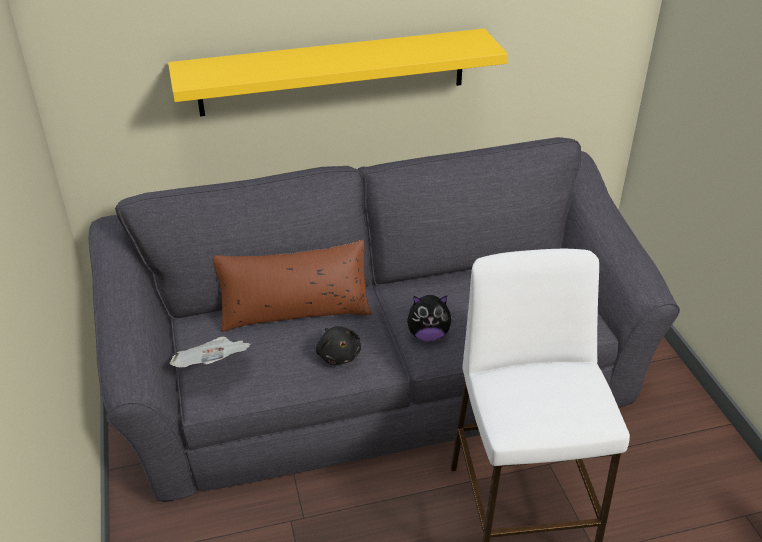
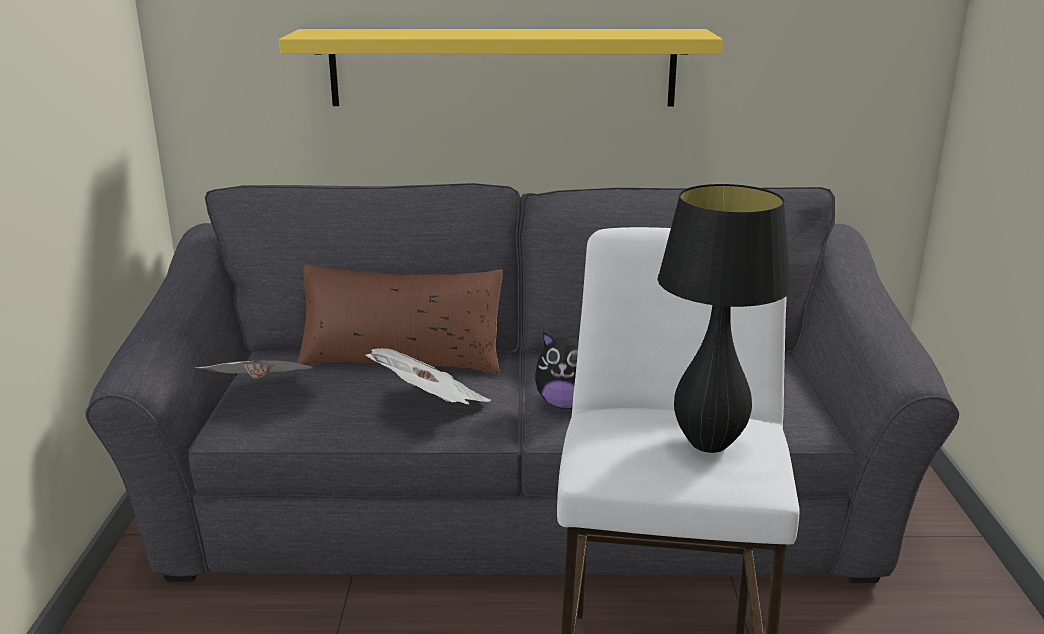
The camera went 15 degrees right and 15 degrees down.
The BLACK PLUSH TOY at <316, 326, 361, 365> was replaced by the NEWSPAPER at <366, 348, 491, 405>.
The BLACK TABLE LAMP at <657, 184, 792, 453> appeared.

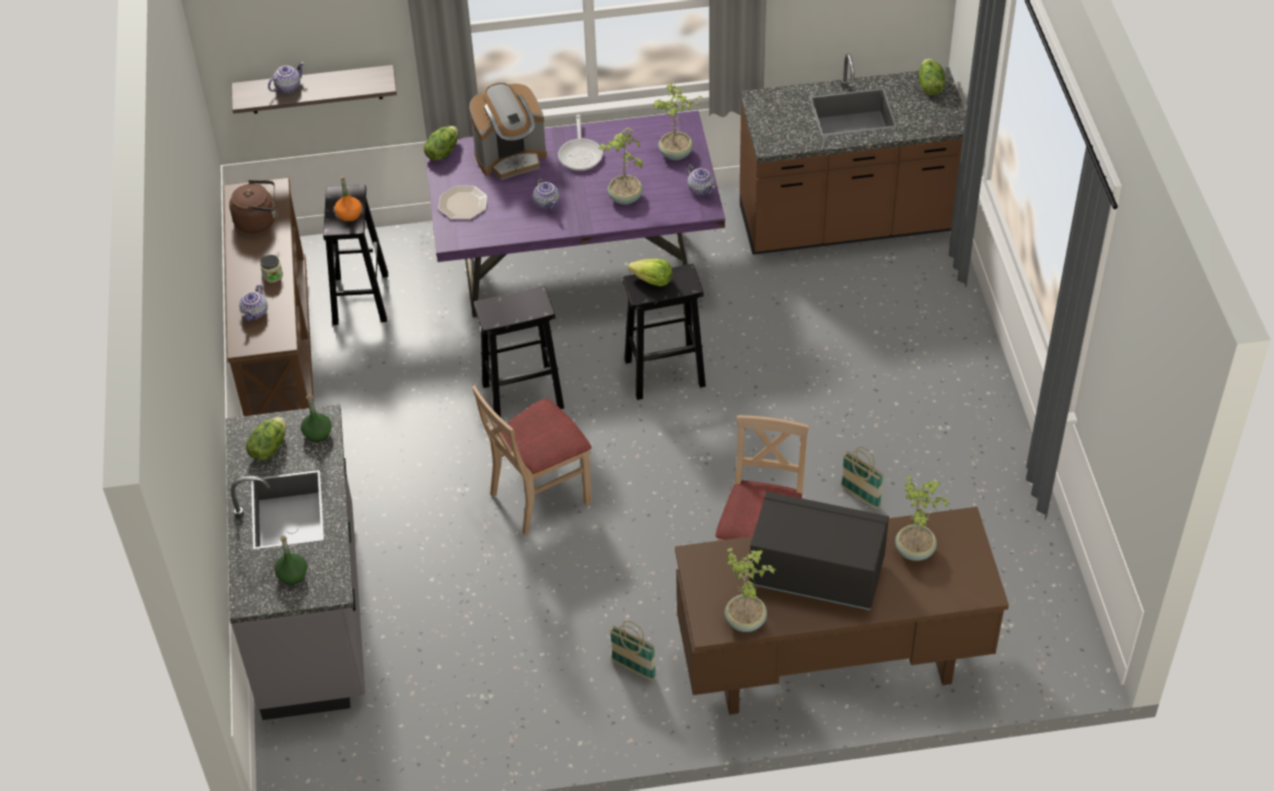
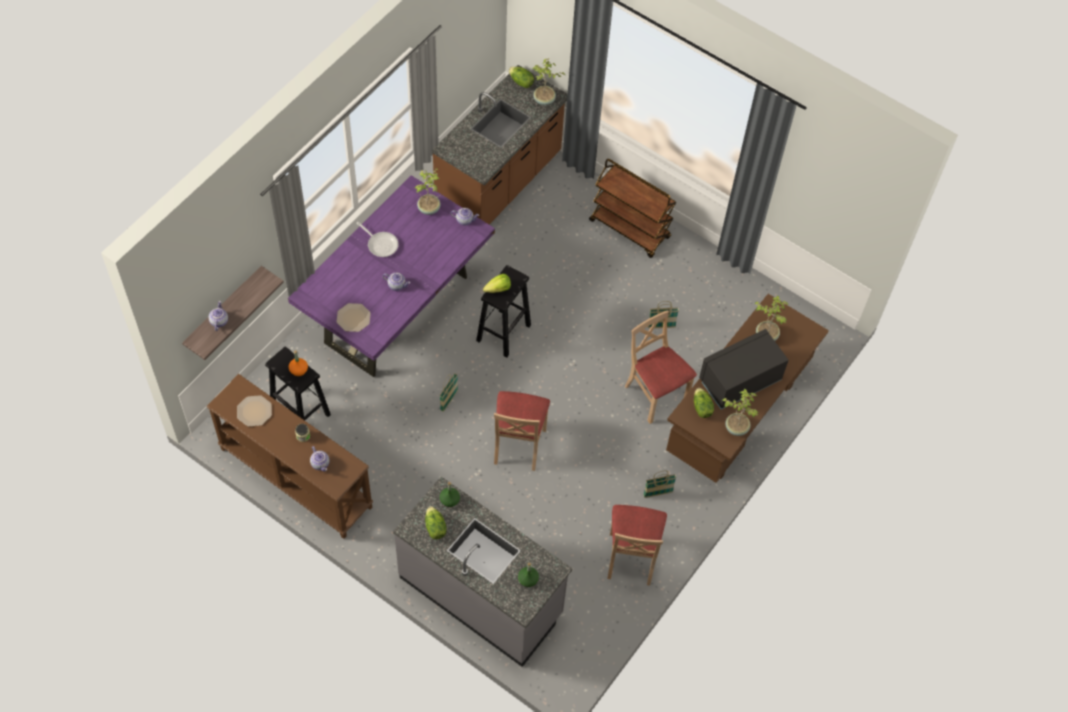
The camera went 50 degrees left and 10 degrees up.
The COFFEE MACHINE at <469, 83, 547, 180> disappeared.
The LETTUCE moved from <424, 126, 458, 161> to <694, 388, 714, 418>.
The POTTED PLANT moved from <599, 127, 643, 205> to <533, 58, 565, 105>.
The BROWN KETTLE at <229, 180, 275, 233> was replaced by the PLATE at <237, 395, 272, 427>.
The BLACK STOOL at <474, 286, 564, 418> was replaced by the BASKET at <440, 373, 458, 412>.
The BROWN CART at <589, 159, 676, 258> appeared.
The BEIGE CHAIR at <607, 505, 667, 585> appeared.

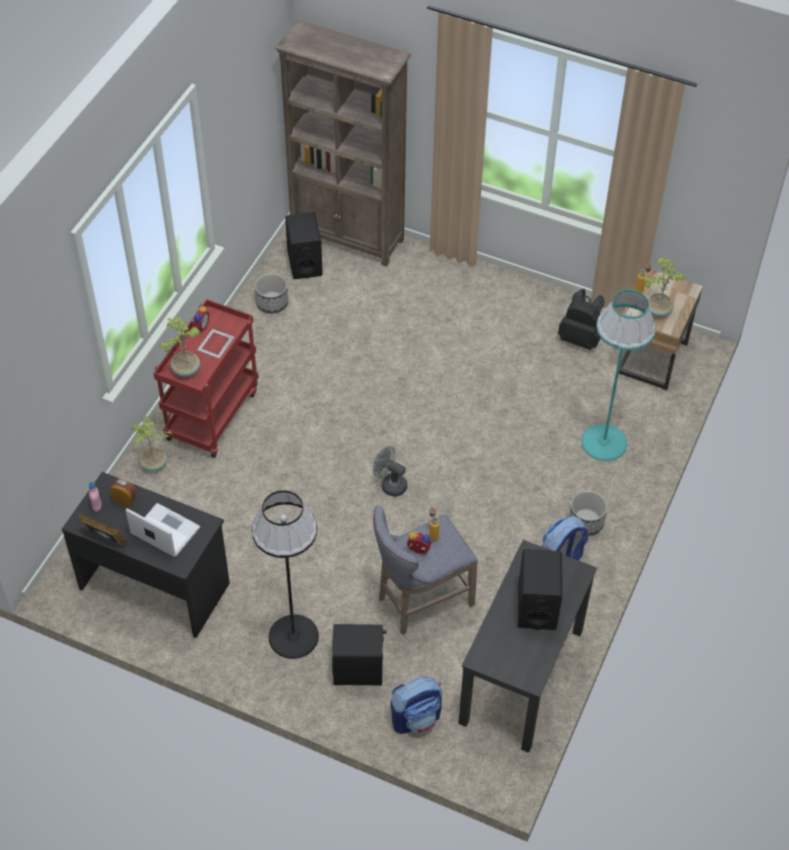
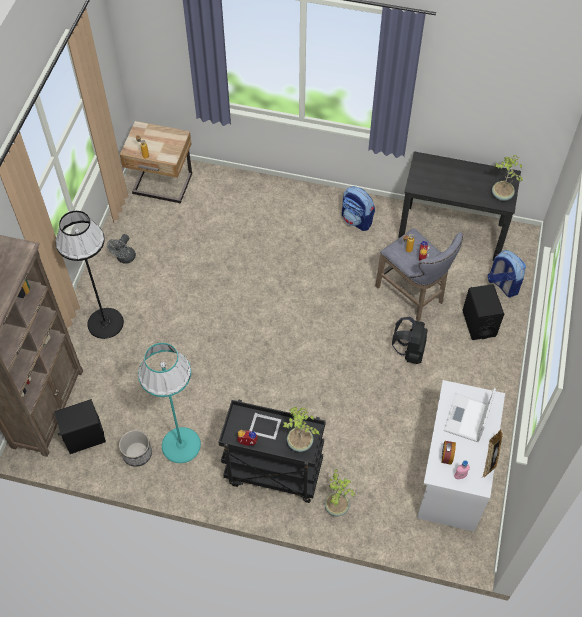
The camera went 100 degrees left and 5 degrees up.
The POTTED PLANT moved from <643, 257, 684, 317> to <492, 155, 523, 201>.
The BLACK BACKPACK moved from <558, 289, 605, 350> to <392, 317, 428, 364>.
The TURQUOISE FLOOR LAMP moved from <581, 290, 656, 461> to <138, 343, 201, 463>.
The RED CART at <154, 299, 259, 458> became the BLACK CART at <219, 399, 326, 503>.
The GREY FAN moved from <373, 446, 407, 497> to <107, 234, 136, 264>.
The BLACK DESK at <62, 472, 230, 638> became the WHITE DESK at <417, 380, 505, 532>.
The BLACK FLOOR LAMP moved from <252, 490, 319, 659> to <56, 211, 124, 339>.
The PLANTER at <569, 491, 607, 536> disappeared.
The BLACK SPEAKER at <518, 549, 562, 630> disappeared.

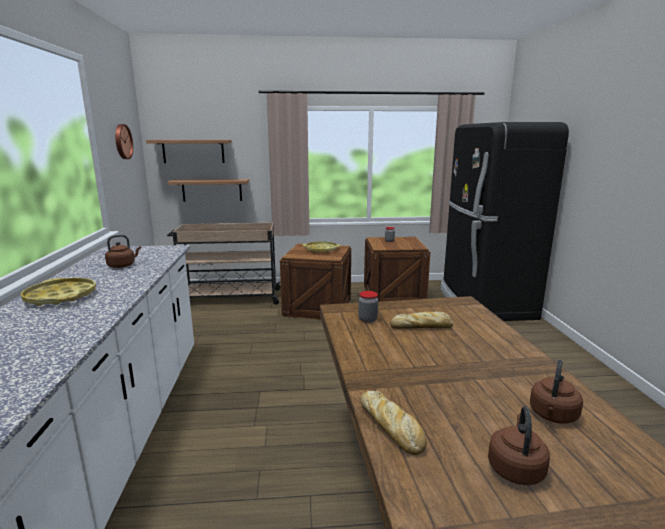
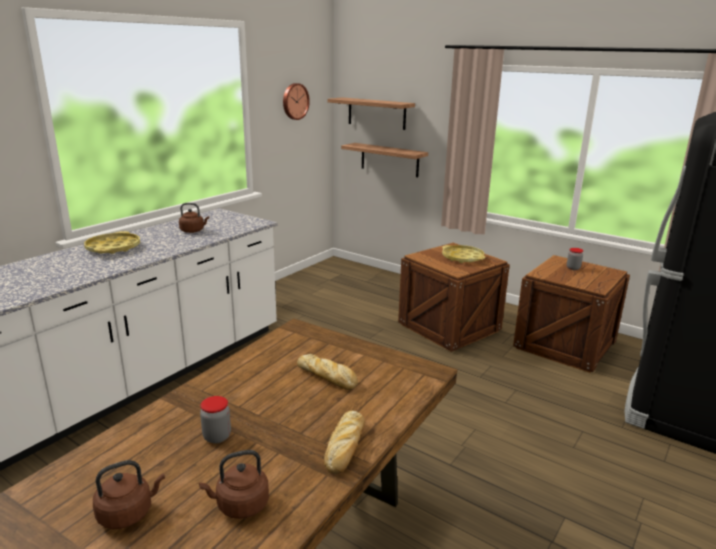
The camera went 40 degrees right and 5 degrees up.
The BEIGE CART at <167, 223, 281, 305> disappeared.
The JAR moved from <358, 291, 378, 323> to <200, 396, 231, 443>.
The BREAD moved from <360, 391, 427, 455> to <324, 411, 365, 474>.

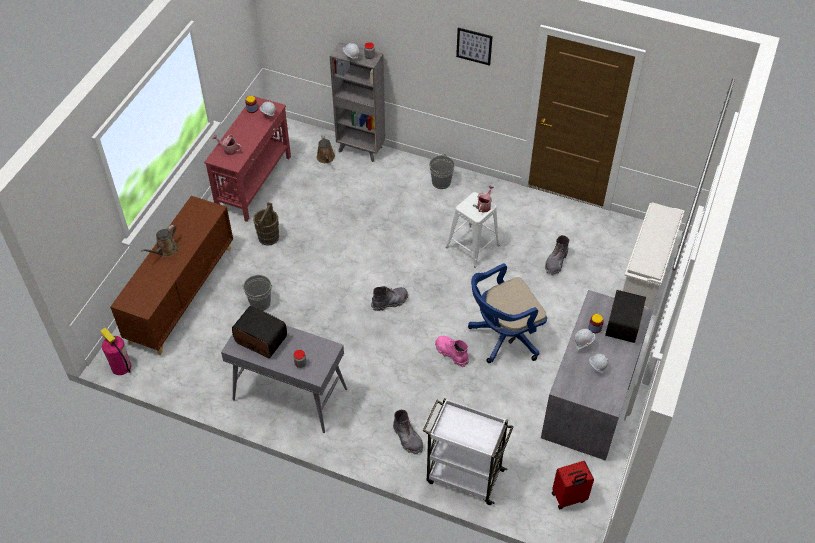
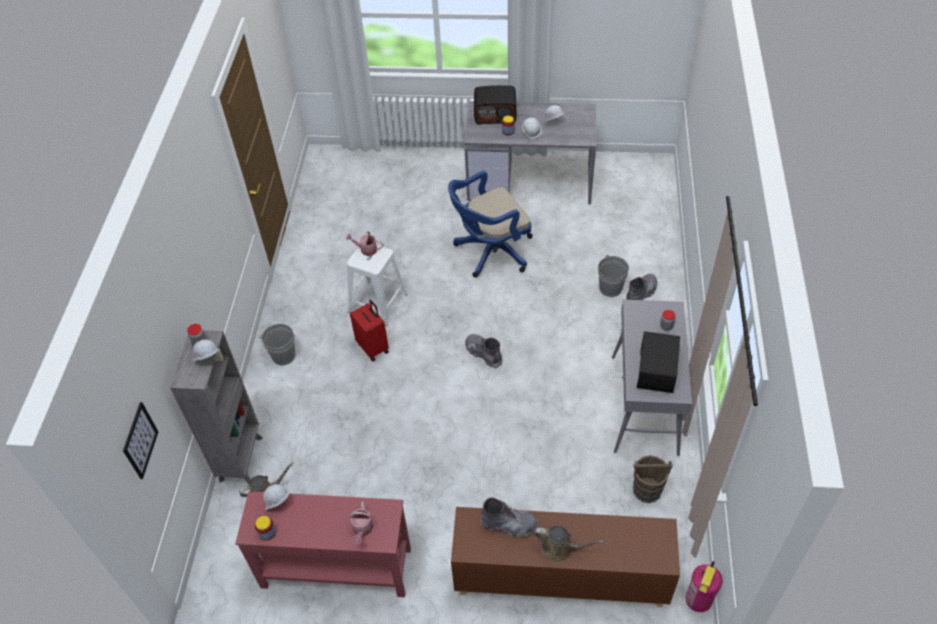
The camera went 105 degrees left and 0 degrees up.
The PICTURE moved from <456, 28, 493, 66> to <123, 402, 158, 479>.
The BROWN BUCKET moved from <253, 202, 279, 246> to <633, 455, 673, 503>.
The WHITE SHOE RACK at <623, 202, 685, 309> disappeared.
The GREY BOOT moved from <545, 235, 570, 275> to <481, 497, 539, 538>.
The BLUE OFFICE CHAIR at <468, 263, 547, 363> turned 105 degrees clockwise.
The GREY BUCKET moved from <241, 275, 273, 311> to <598, 255, 629, 297>.
The PINK BOOT at <435, 336, 469, 367> disappeared.
The WHITE CART at <423, 398, 514, 505> disappeared.
The RED SUITCASE moved from <552, 461, 594, 509> to <350, 300, 389, 361>.

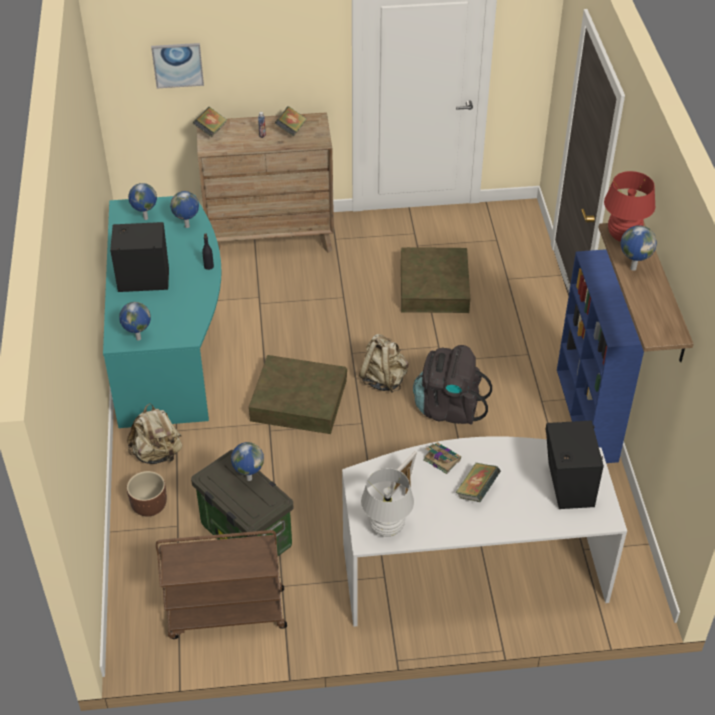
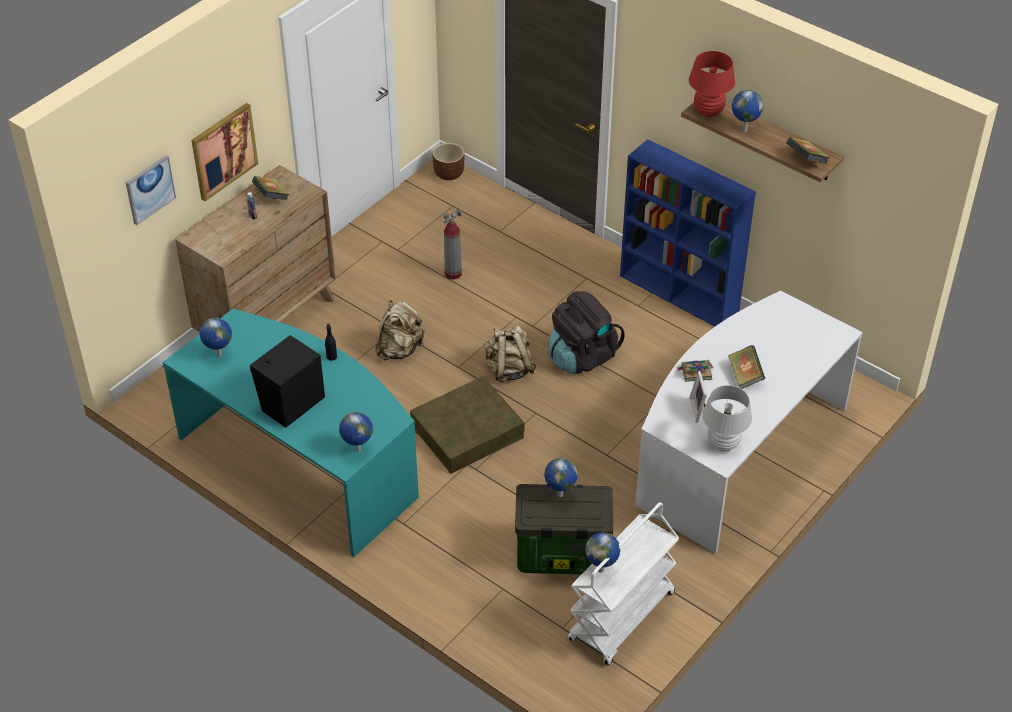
The camera went 45 degrees left and 0 degrees up.
The BOOK moved from <193, 107, 227, 137> to <786, 137, 830, 164>.
The GLOBE moved from <170, 191, 199, 228> to <585, 532, 620, 573>.
The BROWN STORAGE BOX at <401, 247, 470, 313> was replaced by the FIRE EXTINGUISHER at <443, 210, 462, 279>.
The BEIGE BACKPACK moved from <127, 403, 182, 464> to <375, 300, 425, 360>.
The BLACK SPEAKER at <545, 421, 604, 509> disappeared.
The BROWN PLANTER moved from <127, 471, 167, 516> to <432, 143, 464, 180>.
The BROWN CART at <156, 530, 287, 639> became the WHITE CART at <568, 502, 679, 665>.
The PICTURE at <191, 103, 258, 201> appeared.

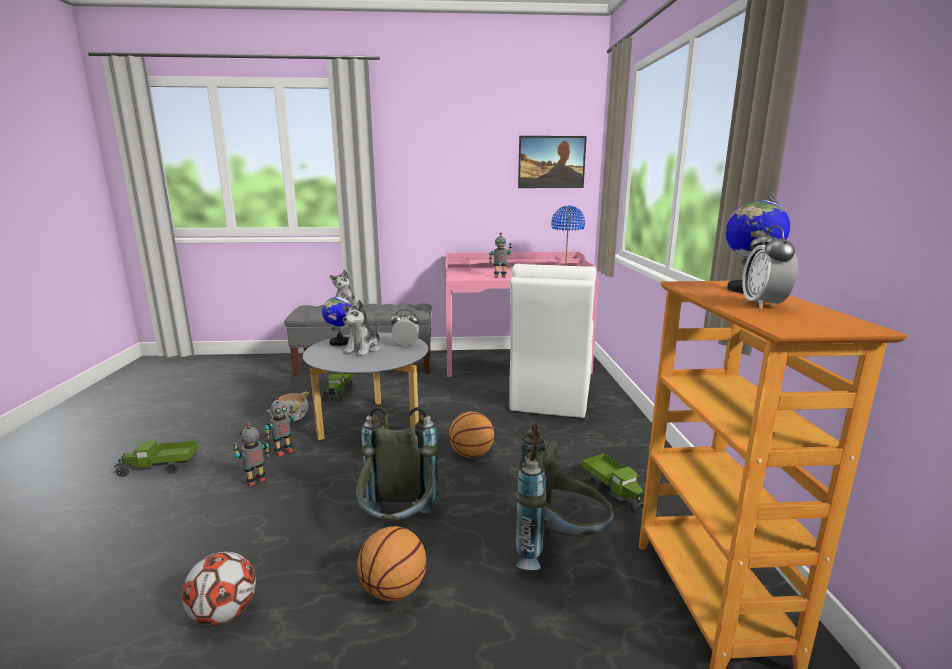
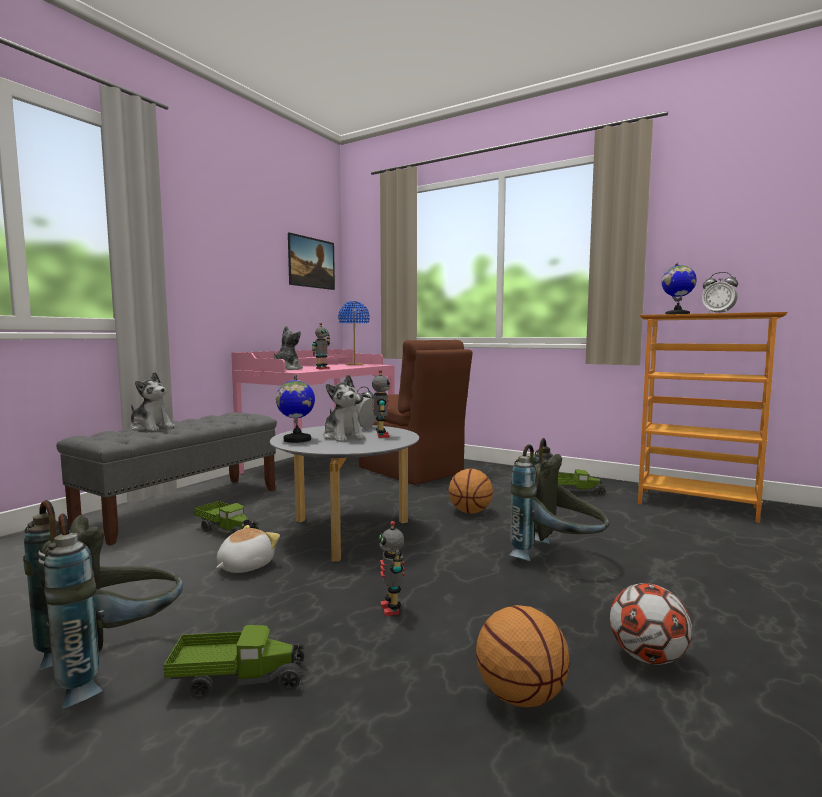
The camera went 55 degrees left and 10 degrees down.
The WHITE CHAIR at <509, 264, 597, 418> became the BROWN CHAIR at <358, 340, 473, 485>.
The TOY ROBOT moved from <265, 397, 295, 457> to <372, 370, 390, 438>.
The GREY BACKPACK moved from <516, 423, 614, 570> to <23, 500, 183, 709>.
The TOY TRUCK at <114, 440, 198, 477> turned 120 degrees counterclockwise.
The BASKETBALL moved from <357, 526, 427, 601> to <476, 605, 570, 707>.
The PLUSH TOY at <274, 326, 303, 370> appeared.

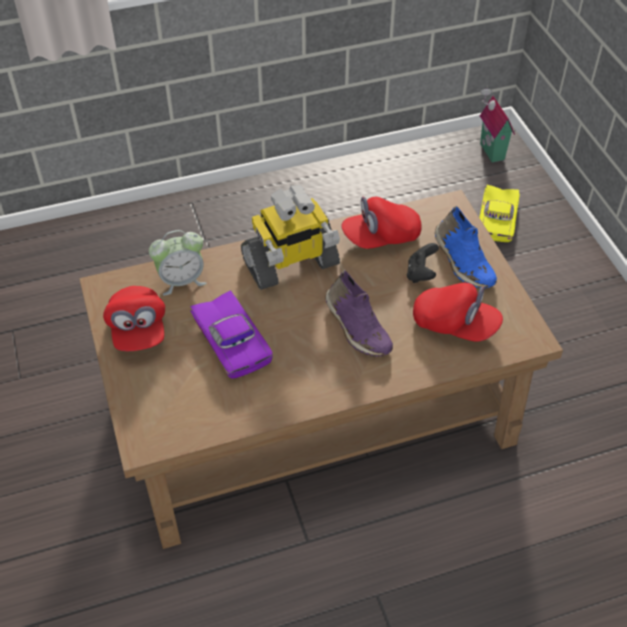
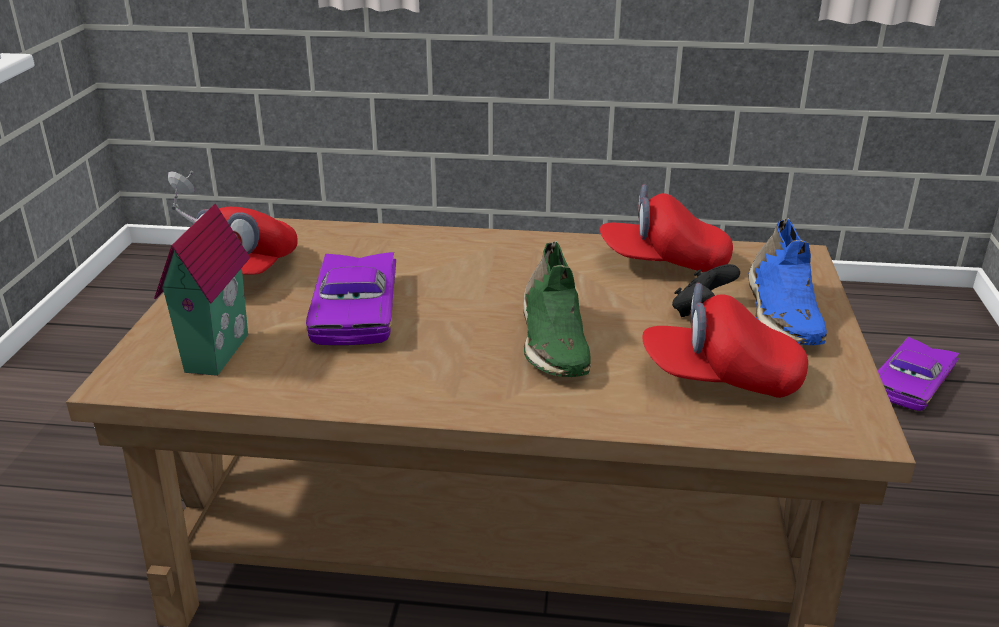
The camera went 25 degrees right and 20 degrees down.
The TOY HOUSE moved from <480, 86, 515, 163> to <154, 171, 250, 376>.
The TOY ROBOT at <241, 185, 340, 290> disappeared.
The YELLOW TOY CAR at <479, 185, 520, 242> became the PURPLE TOY CAR at <878, 337, 959, 411>.
The ALARM CLOCK at <149, 230, 207, 296> disappeared.
The PURPLE SHOE at <325, 270, 393, 357> became the GREEN SHOE at <523, 241, 591, 377>.
The RED CAP at <413, 282, 503, 342> turned 135 degrees clockwise.

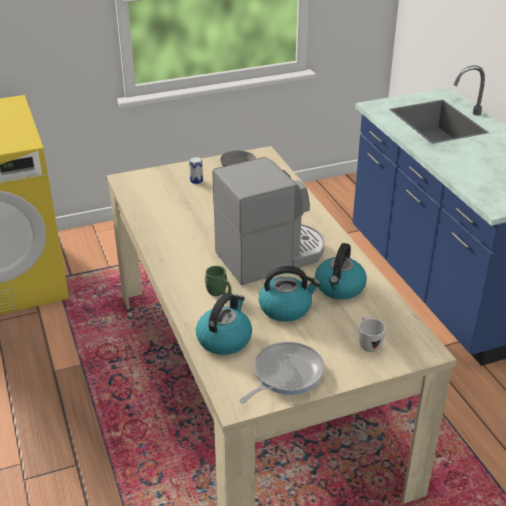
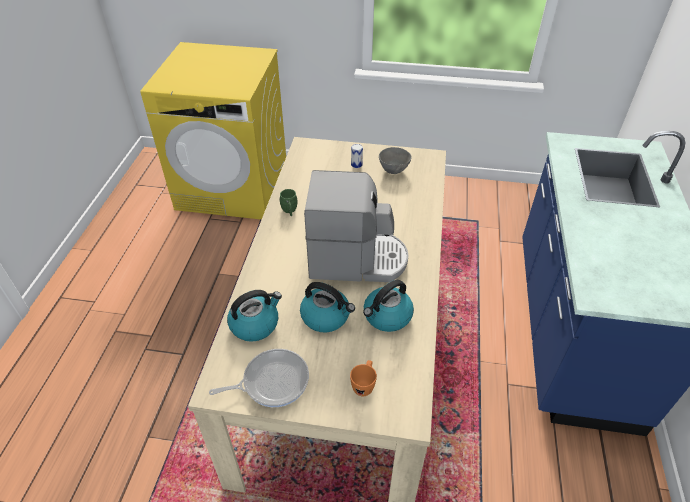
The camera went 30 degrees right and 10 degrees up.
The GREEN MUG moved from <204, 266, 232, 296> to <279, 189, 298, 216>.
The WHITE MUG at <359, 317, 386, 352> became the ORANGE MUG at <350, 360, 377, 396>.

